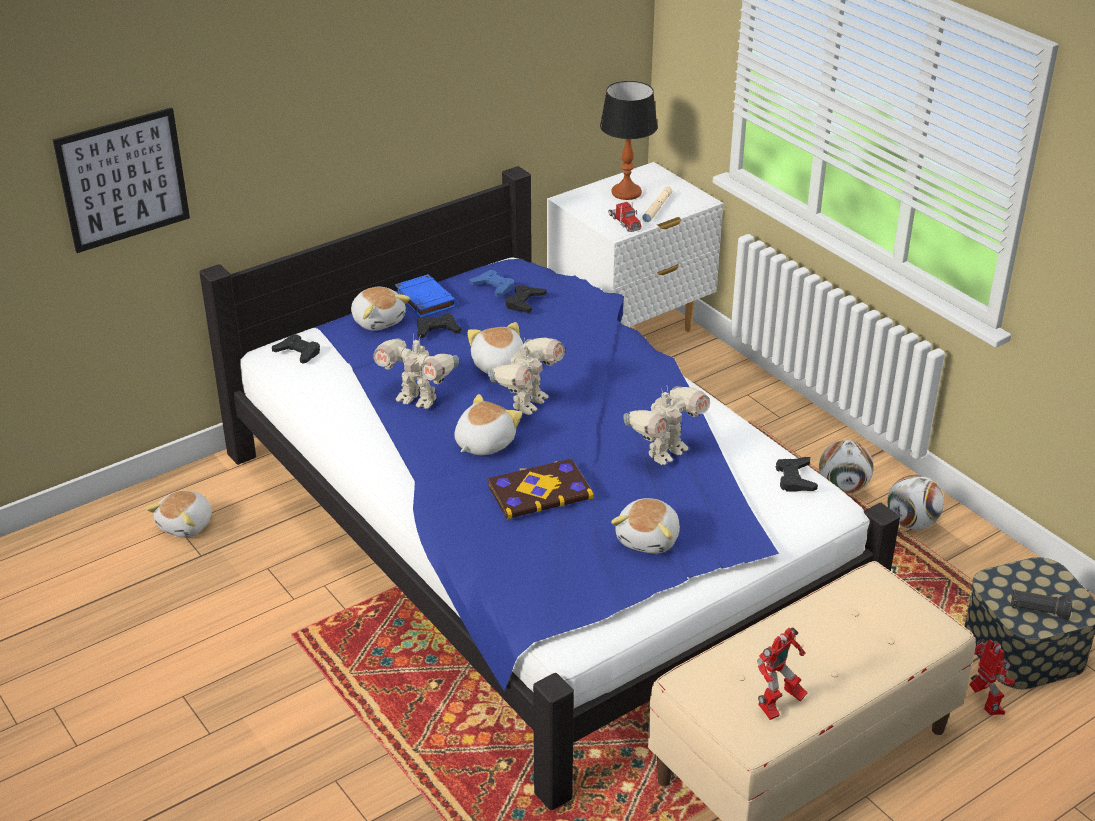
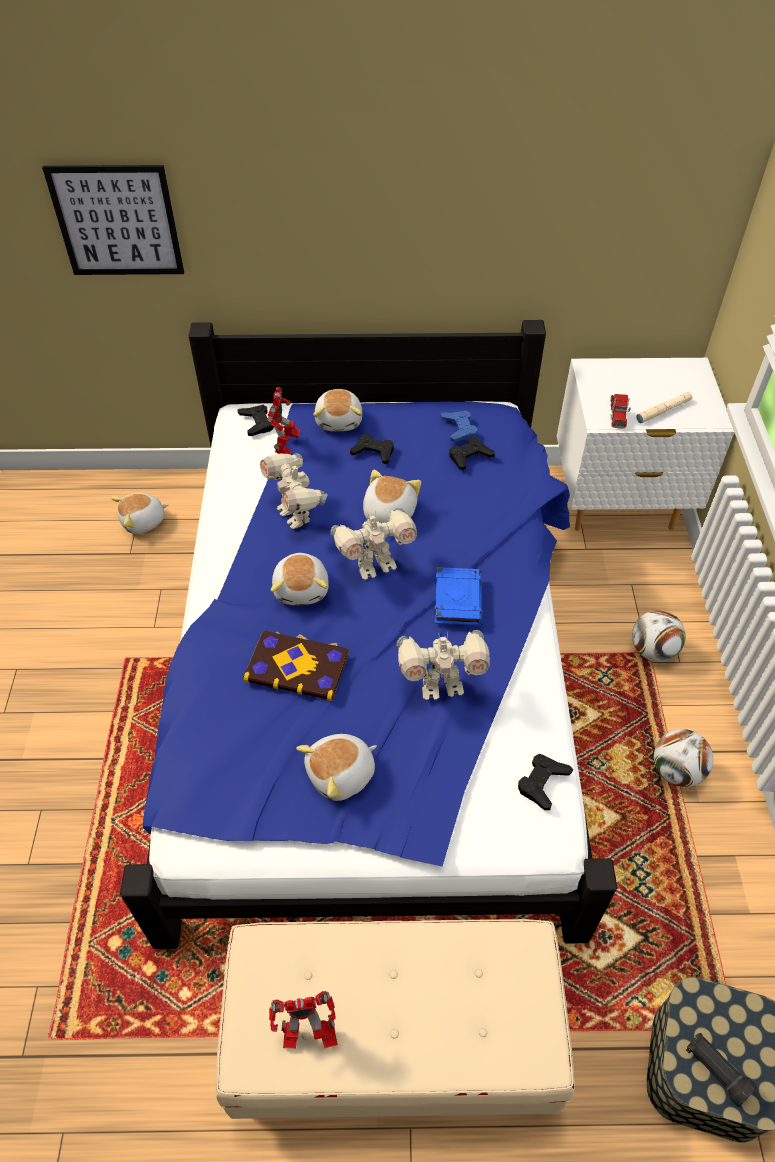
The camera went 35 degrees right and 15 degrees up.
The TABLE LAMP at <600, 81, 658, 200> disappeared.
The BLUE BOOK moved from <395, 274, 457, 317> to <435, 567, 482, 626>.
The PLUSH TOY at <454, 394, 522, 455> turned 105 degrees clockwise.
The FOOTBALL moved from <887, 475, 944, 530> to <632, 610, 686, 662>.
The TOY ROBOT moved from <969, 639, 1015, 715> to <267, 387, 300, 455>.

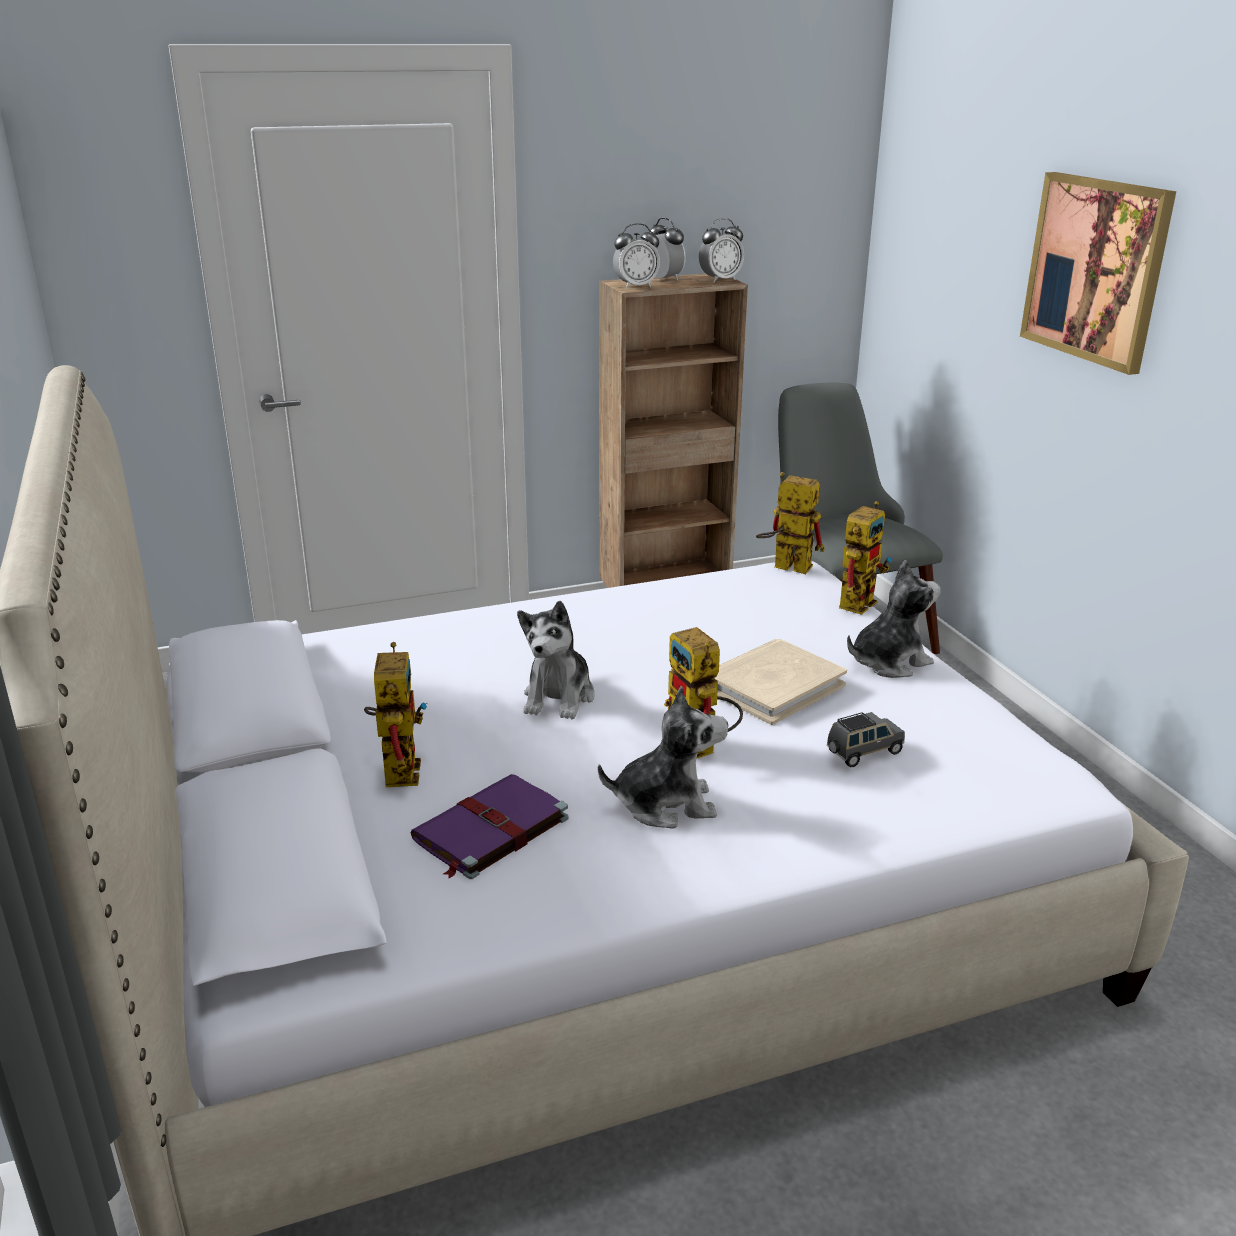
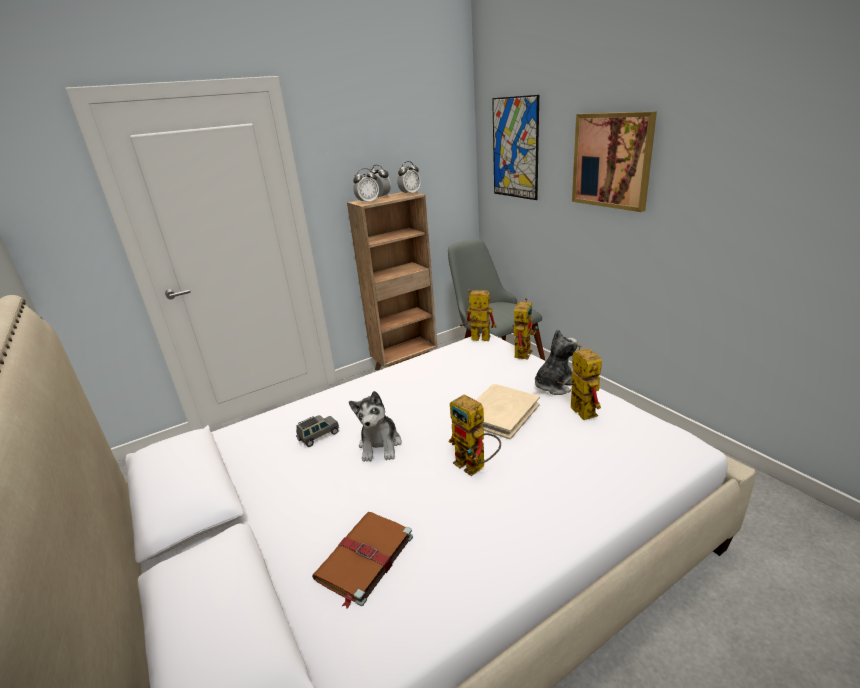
The camera went 10 degrees left and 0 degrees up.
The TOY ROBOT moved from <364, 642, 427, 787> to <557, 344, 602, 420>.
The PLUSH TOY at <598, 686, 728, 829> disappeared.
The GREY TOY CAR moved from <827, 712, 905, 767> to <296, 415, 339, 447>.
The PURPLE BOOK at <411, 774, 568, 879> became the BROWN BOOK at <312, 512, 413, 609>.
The PICTURE at <492, 95, 539, 200> appeared.

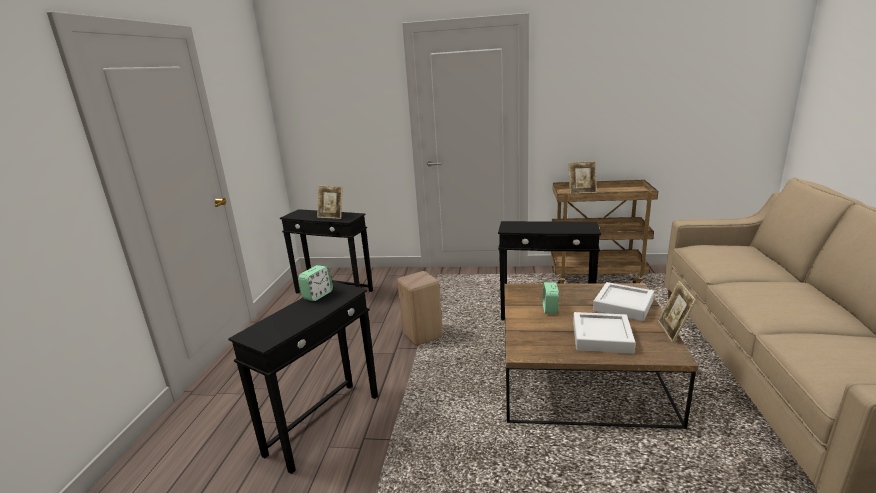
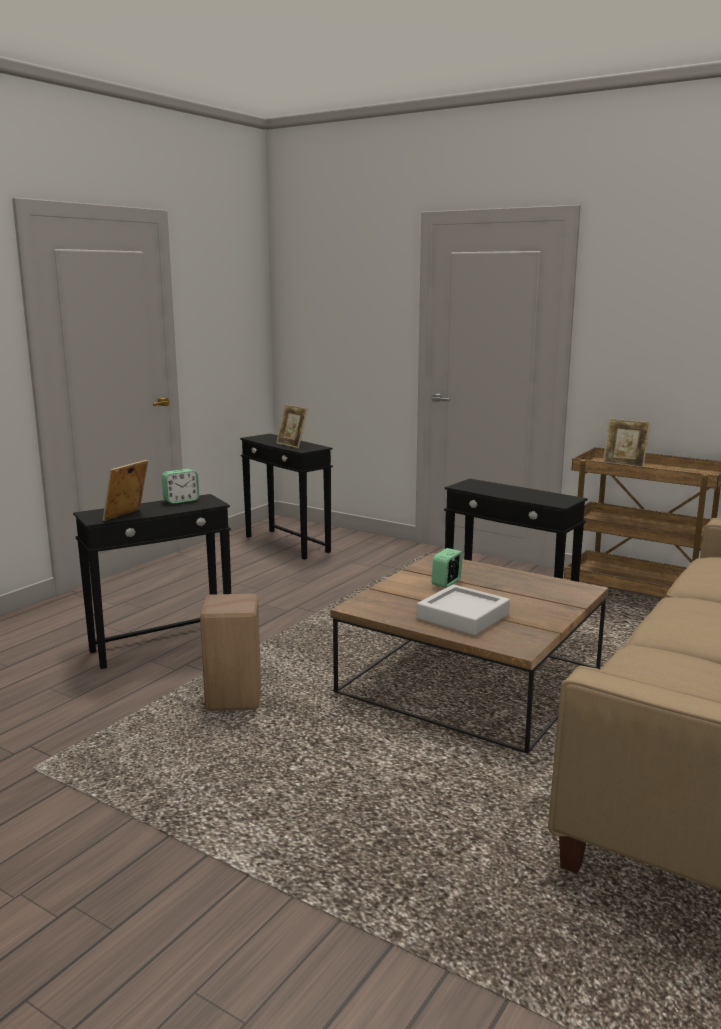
The camera went 25 degrees right and 5 degrees down.
The BEIGE STOOL moved from <397, 271, 443, 346> to <200, 594, 261, 711>.
The PICTURE FRAME moved from <658, 281, 696, 343> to <103, 460, 148, 521>.
The GREY TRAY at <593, 282, 654, 321> disappeared.

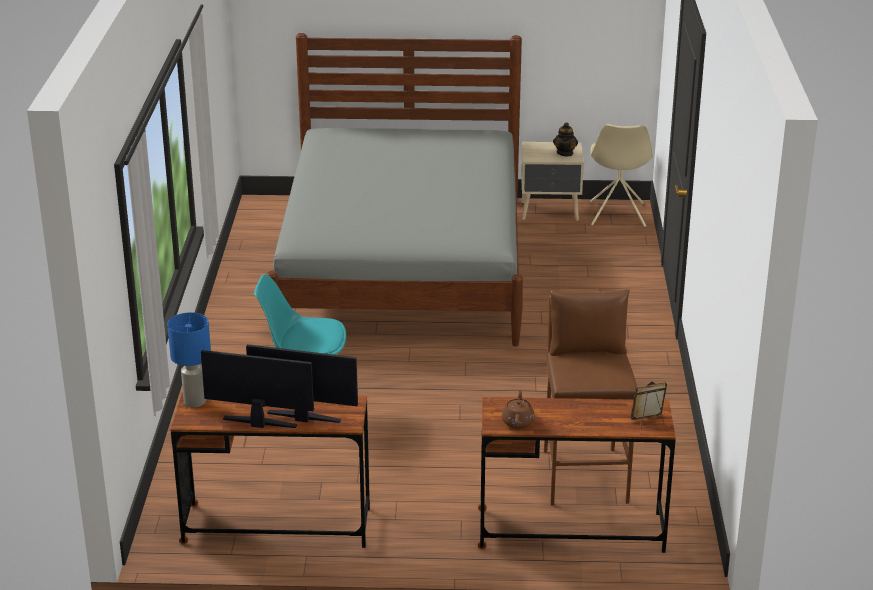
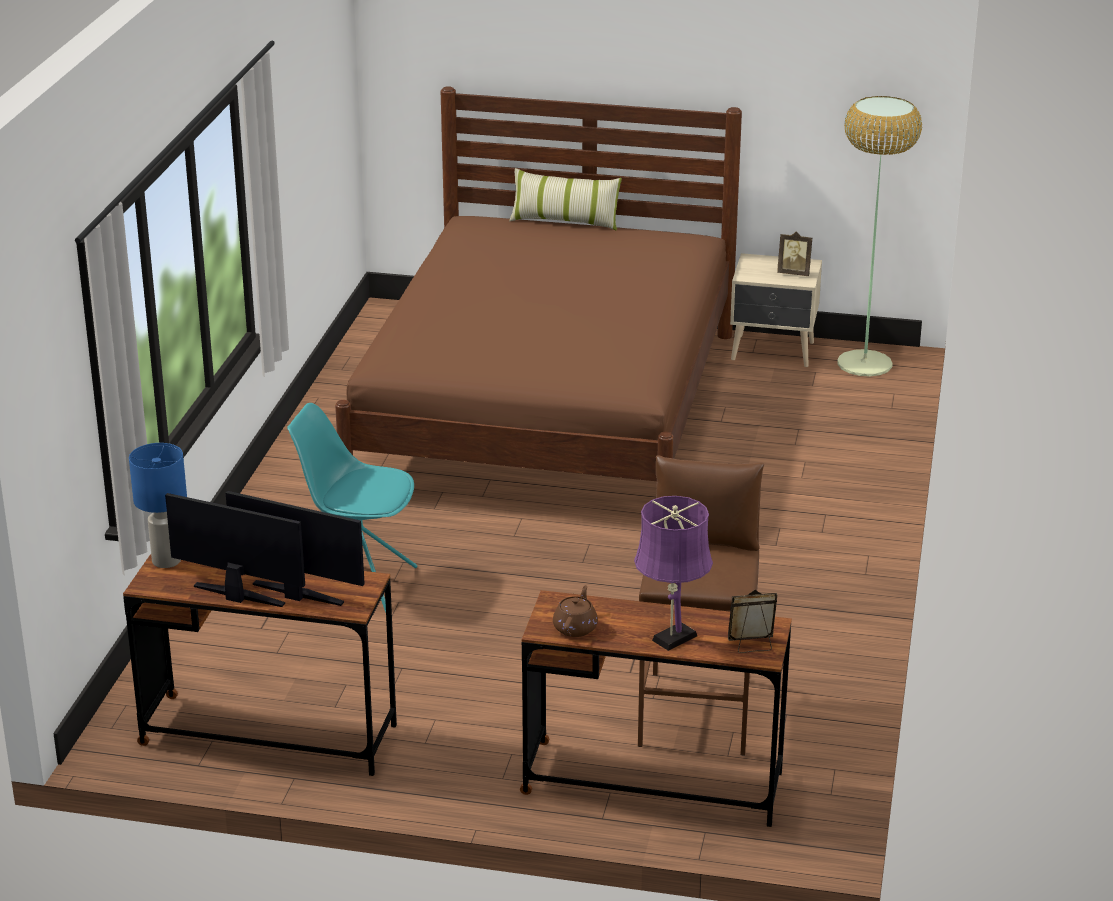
The camera went 10 degrees right and 0 degrees up.
The GREY BED at <266, 33, 523, 347> became the BROWN BED at <335, 86, 742, 481>.
The TEAPOT at <553, 122, 578, 156> was replaced by the PICTURE FRAME at <777, 231, 812, 276>.
The BEIGE CHAIR at <590, 124, 653, 227> was replaced by the FLOOR LAMP at <838, 96, 922, 376>.
The PILLOW at <509, 168, 622, 230> appeared.
The PURPLE TABLE LAMP at <634, 496, 713, 651> appeared.

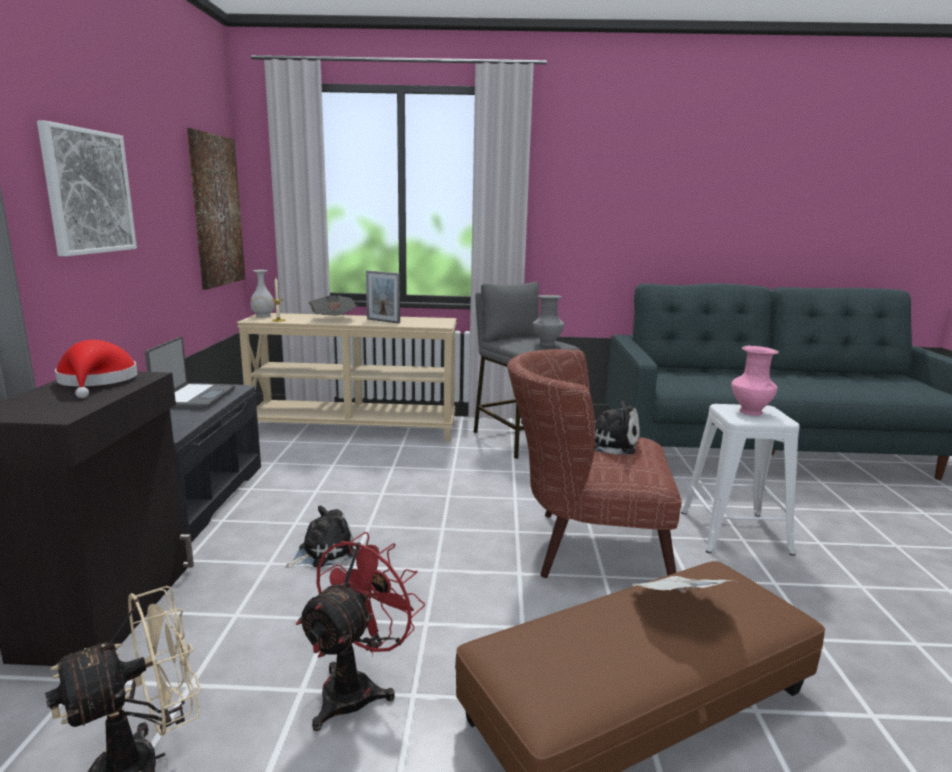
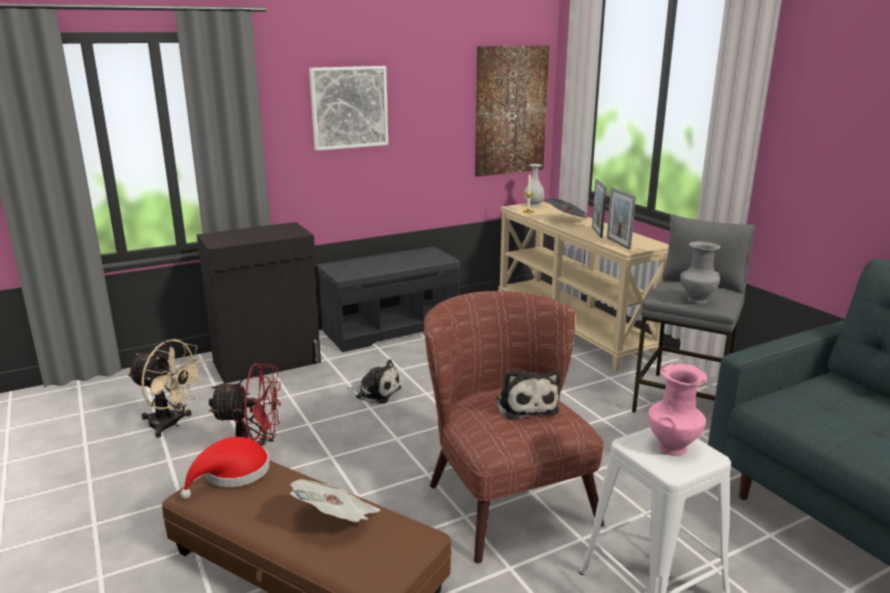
The camera went 60 degrees right and 5 degrees up.
The LAPTOP at <145, 337, 235, 409> disappeared.
The RED HAT moved from <55, 340, 138, 398> to <181, 437, 270, 499>.
The PICTURE FRAME at <607, 188, 636, 249> appeared.

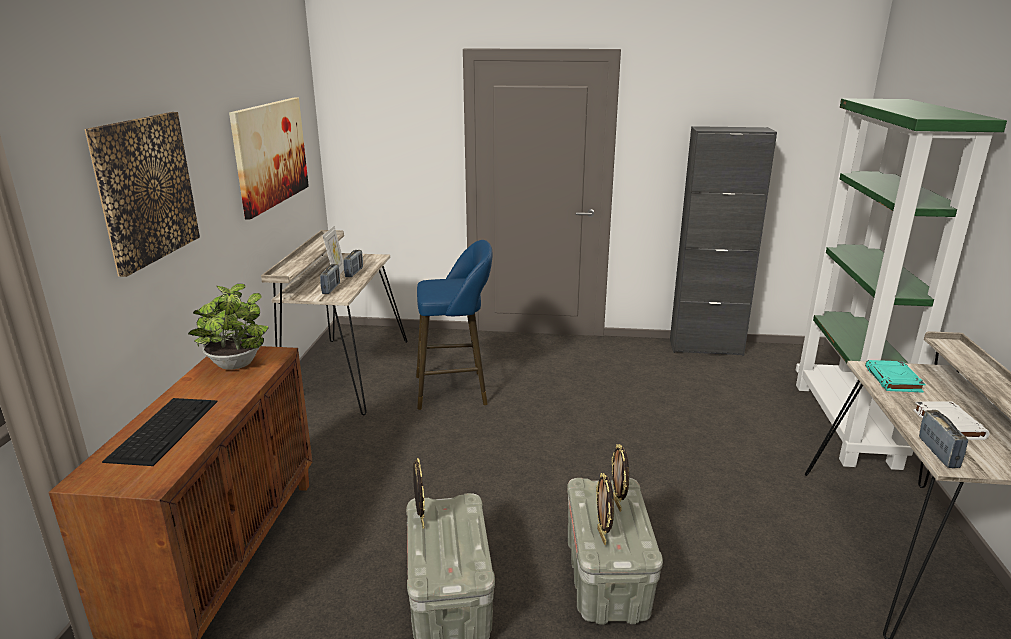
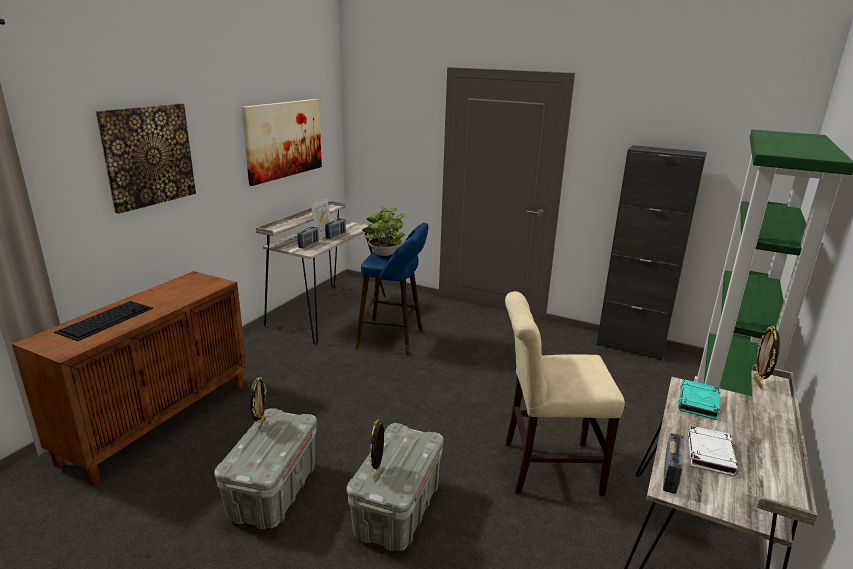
The camera went 20 degrees right and 0 degrees up.
The POTTED PLANT moved from <188, 284, 269, 369> to <362, 207, 405, 256>.
The PICTURE FRAME moved from <612, 444, 629, 512> to <754, 326, 780, 389>.
The BEIGE CHAIR at <505, 291, 625, 496> appeared.

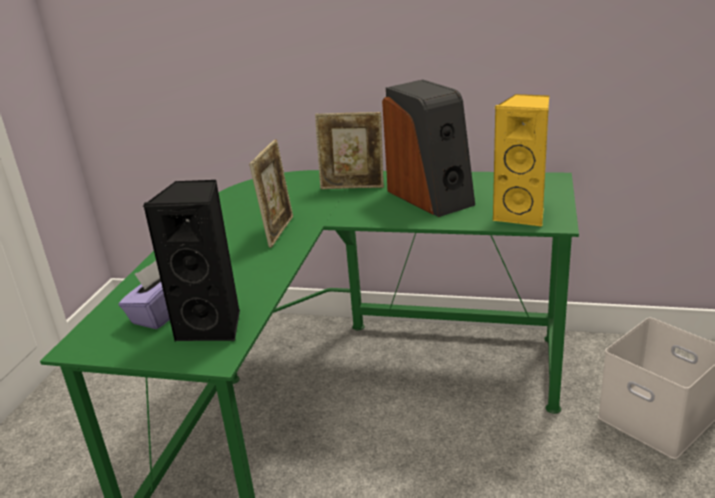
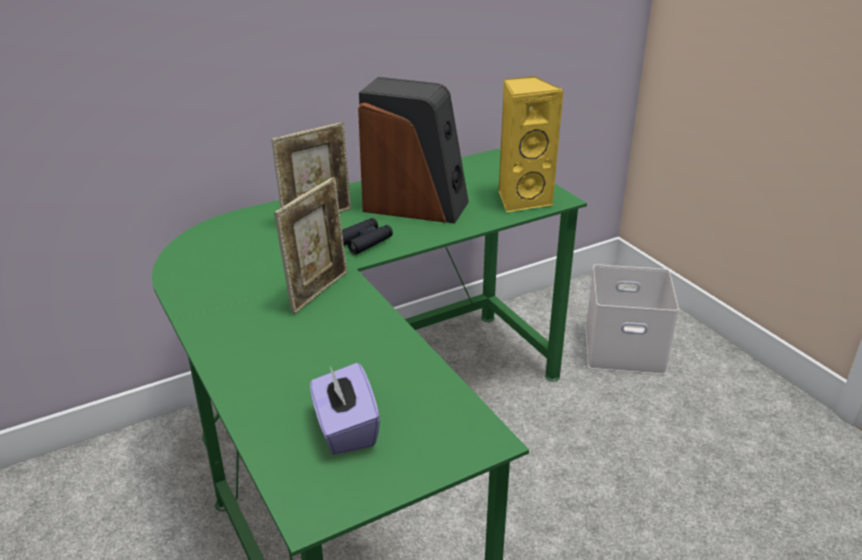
The camera went 45 degrees left and 5 degrees up.
The PICTURE FRAME at <249, 139, 293, 248> turned 60 degrees clockwise.
The BLACK SPEAKER at <143, 180, 240, 341> disappeared.
The BLACK BINOCULARS at <342, 218, 393, 255> appeared.

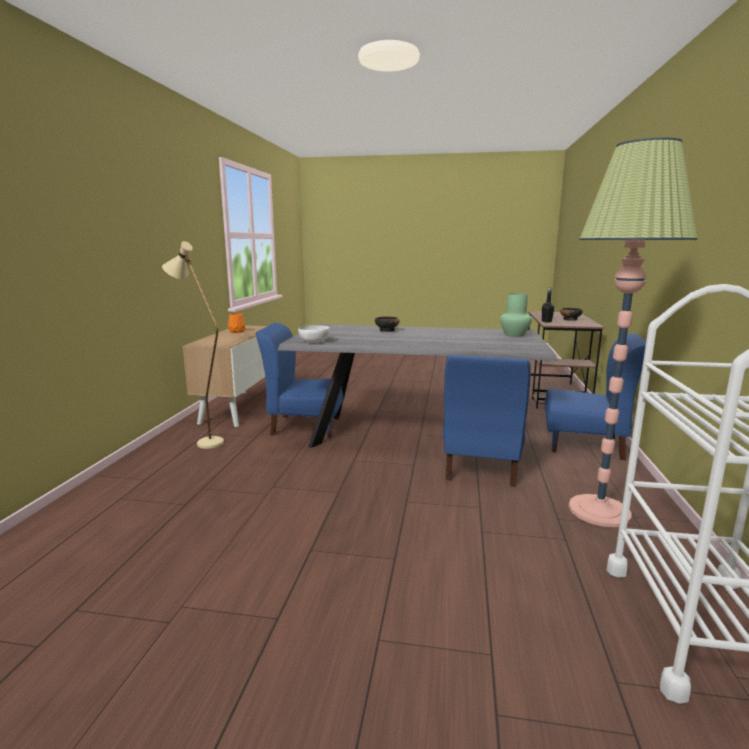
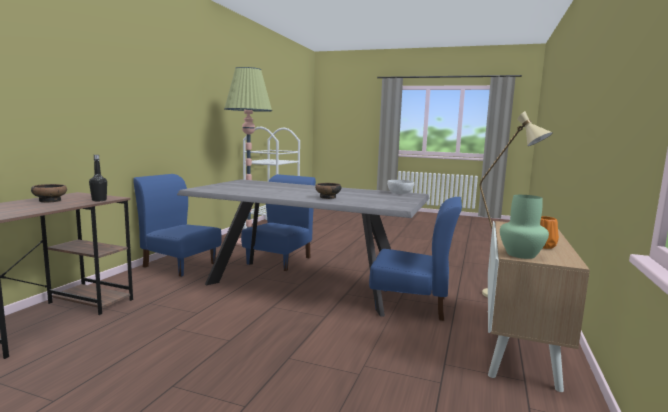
The camera went 170 degrees left and 5 degrees down.
The GREEN VASE moved from <500, 293, 532, 337> to <500, 195, 549, 259>.

